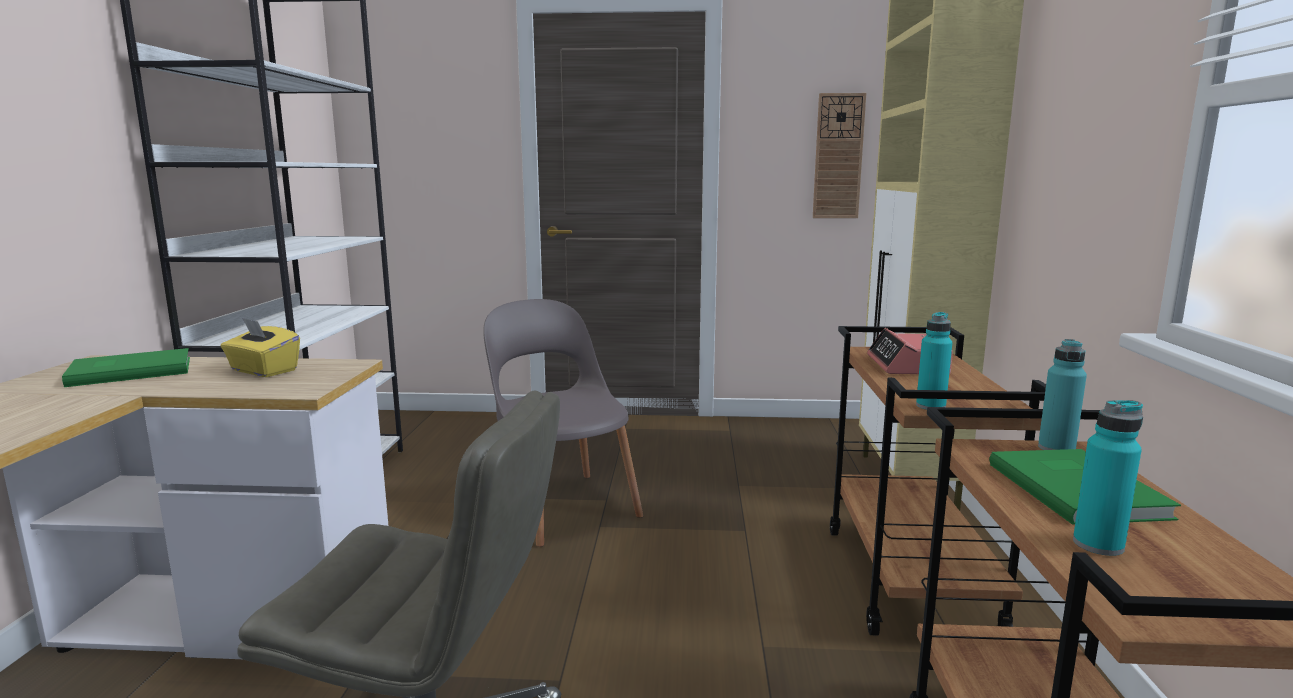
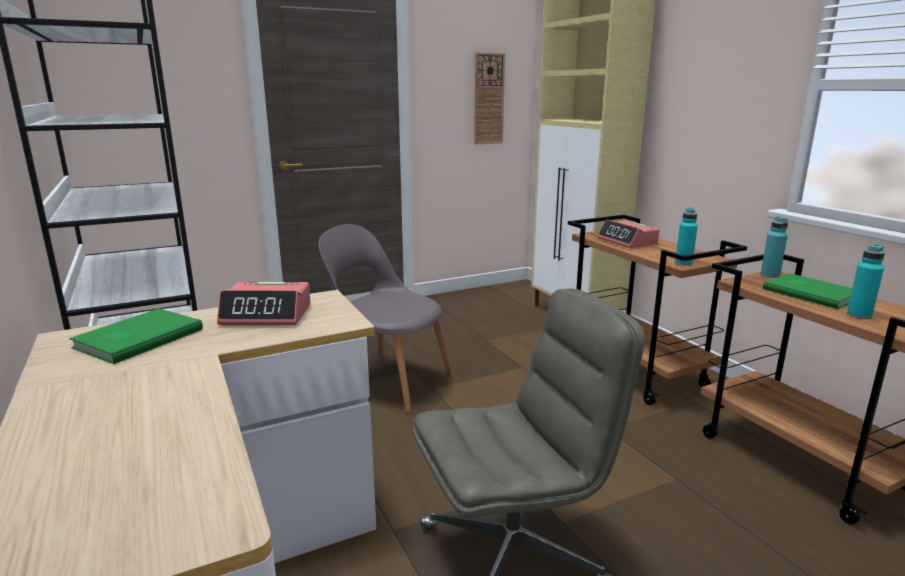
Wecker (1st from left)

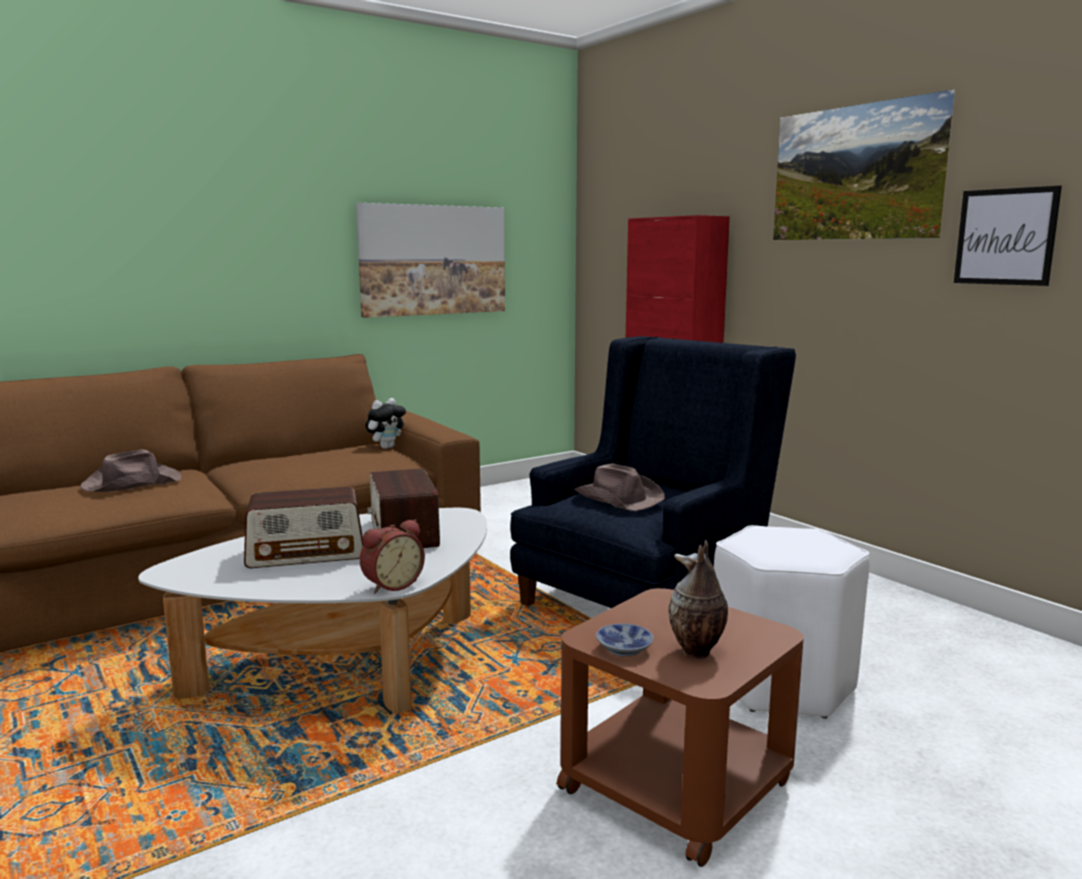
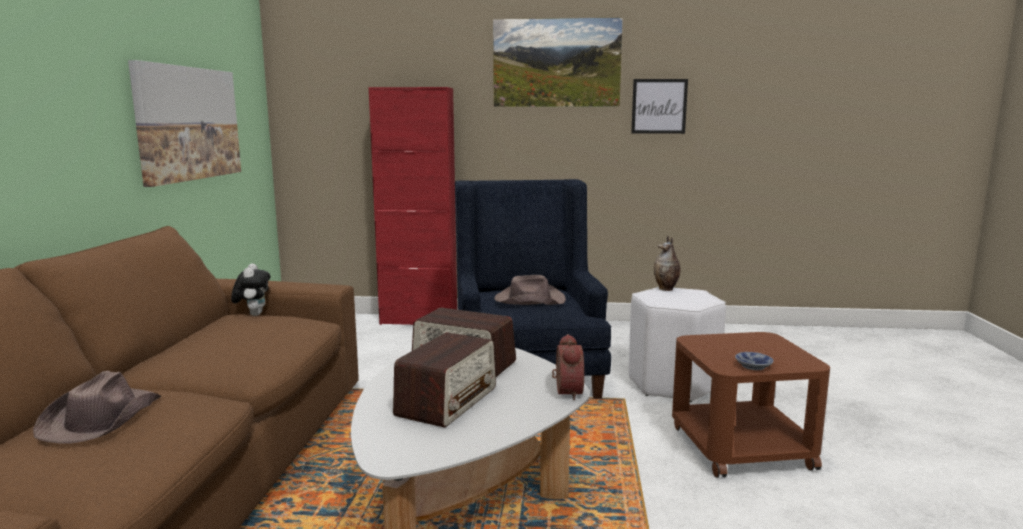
Vase

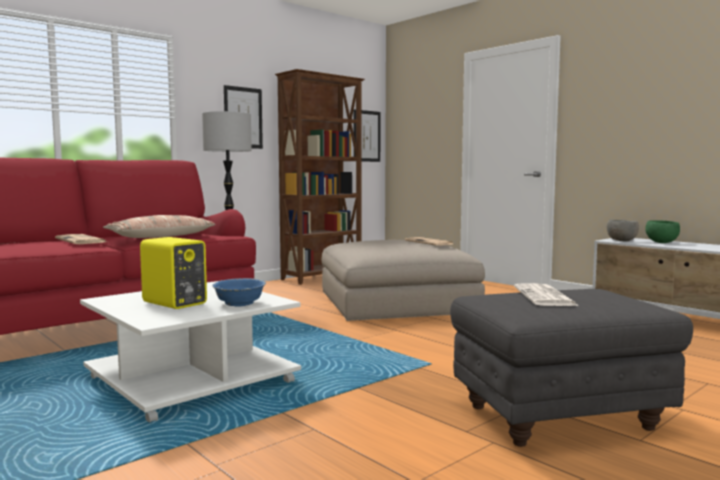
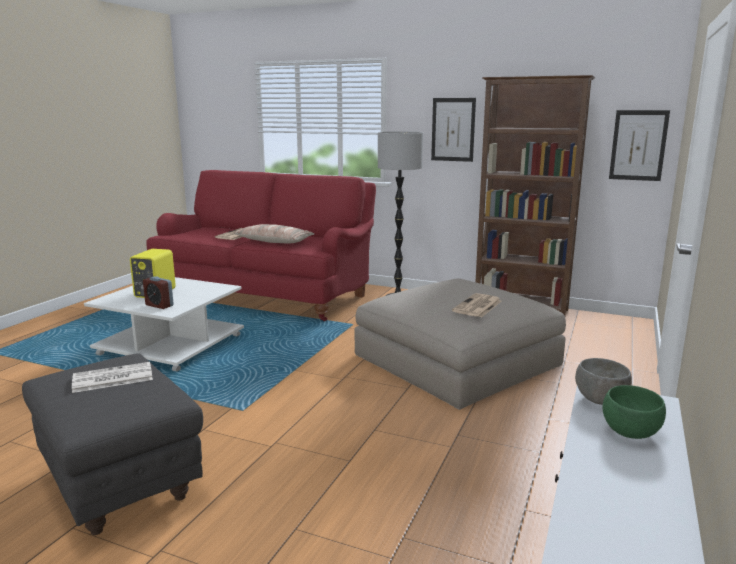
Wecker

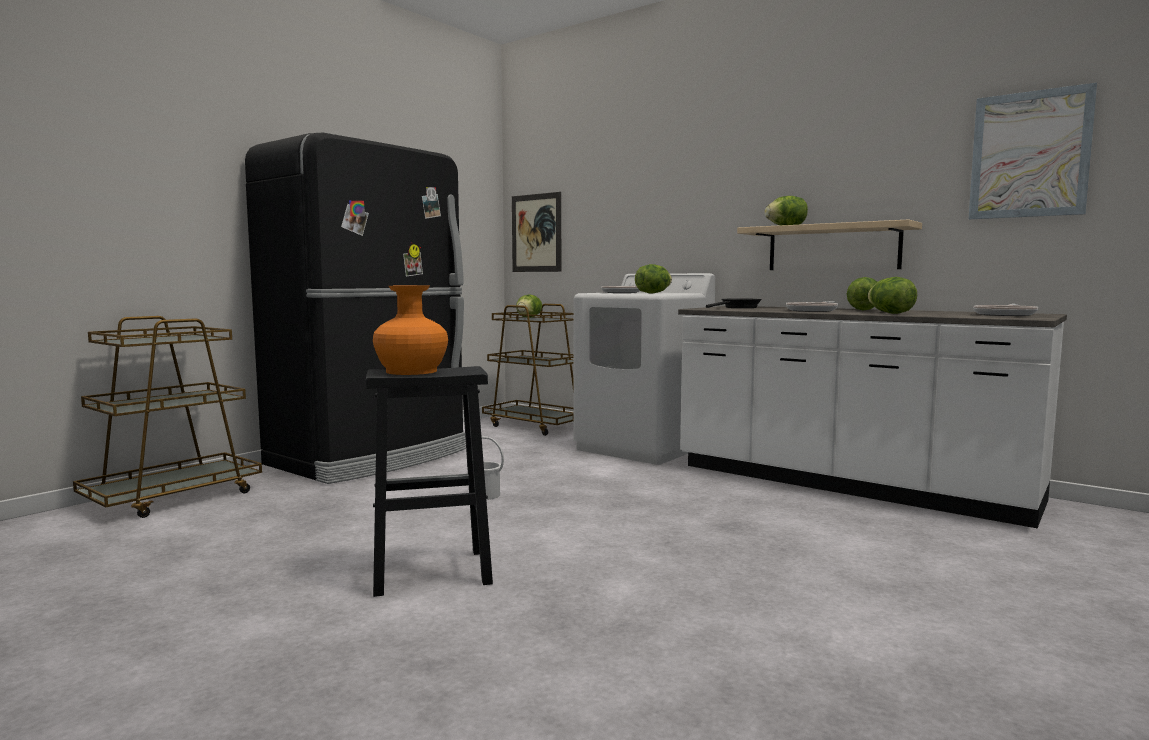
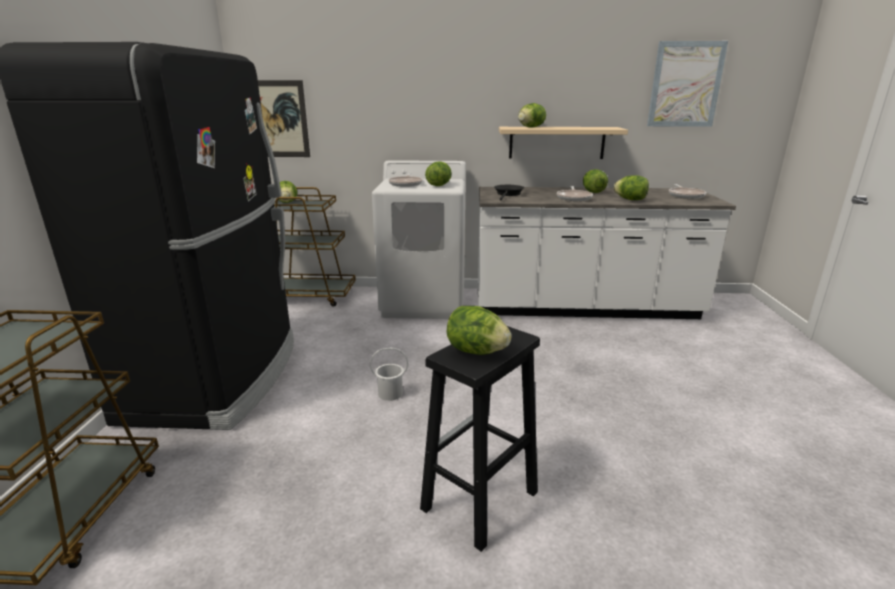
Salatkopf (3rd from left)

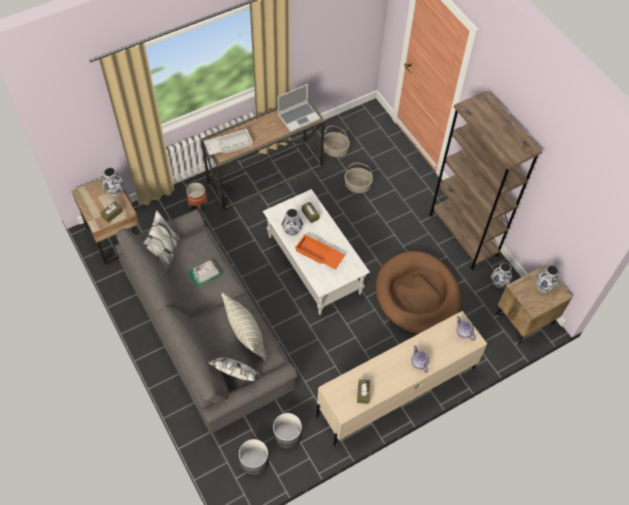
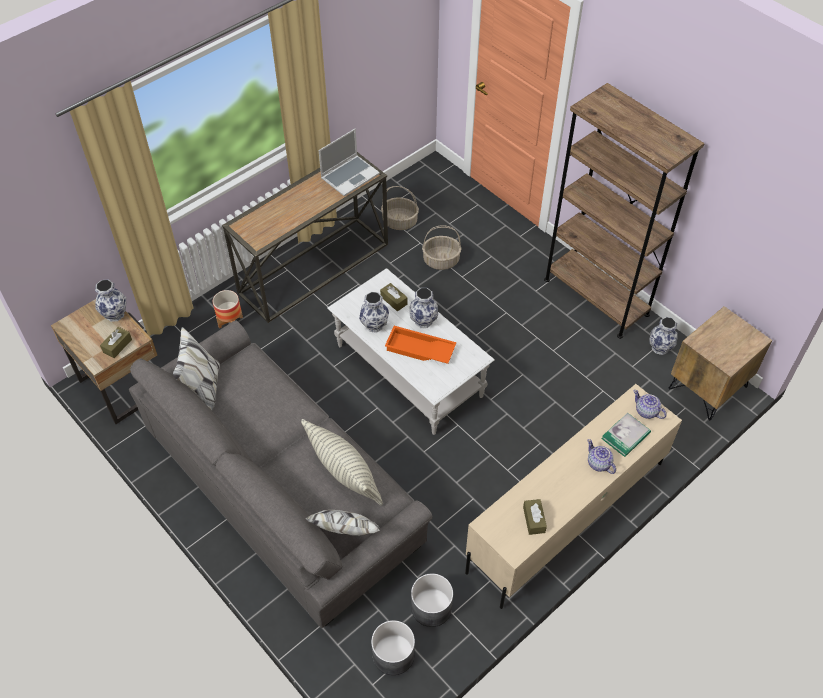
Tablett (weiß)
Hundebett (braun)
Buch
Vase (3rd from left)

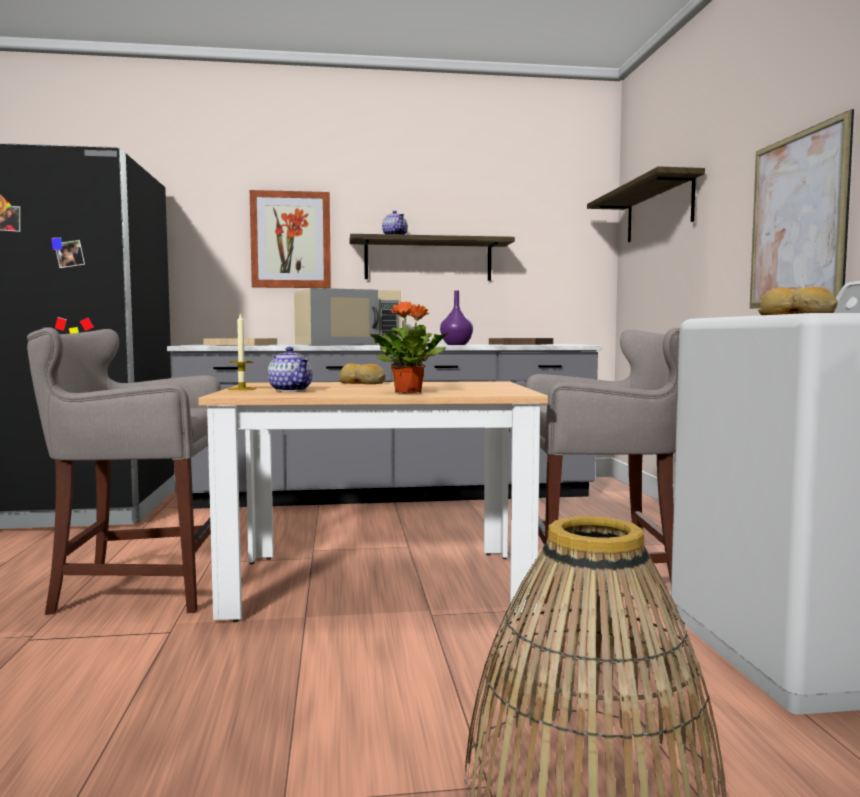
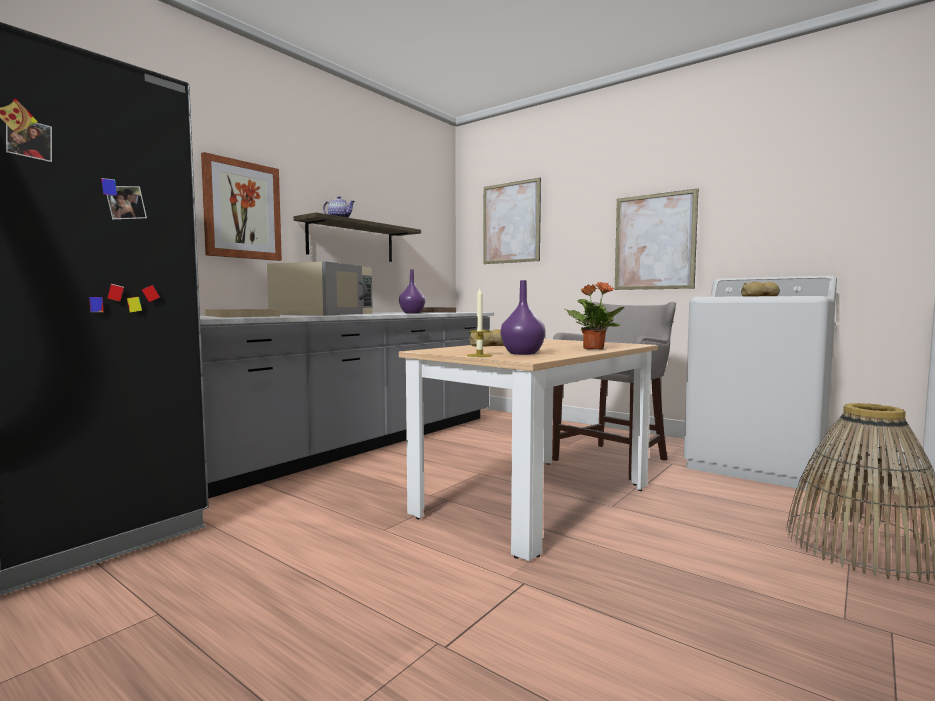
Hocker (grau) (1st from left in the first image)
Vase (lila) (2nd from left)
Bild (2nd from left)

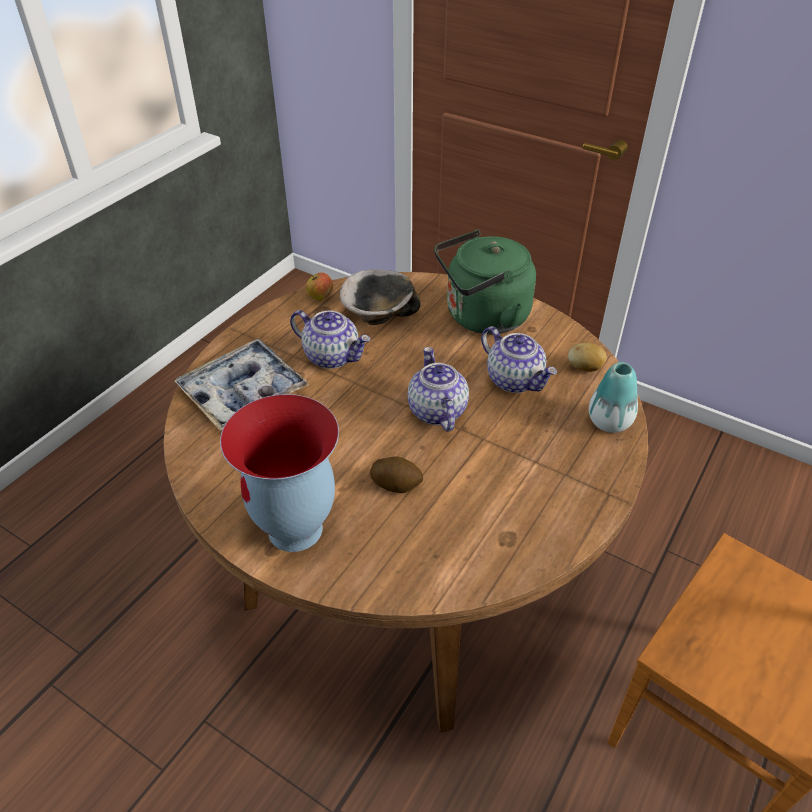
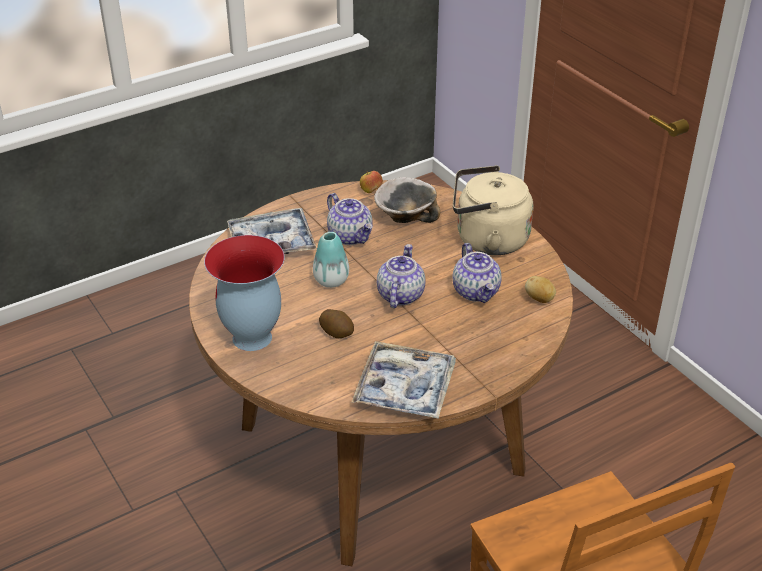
Tablett (2nd from left)
Vase (2nd from left)
Wasserkessel (beige)

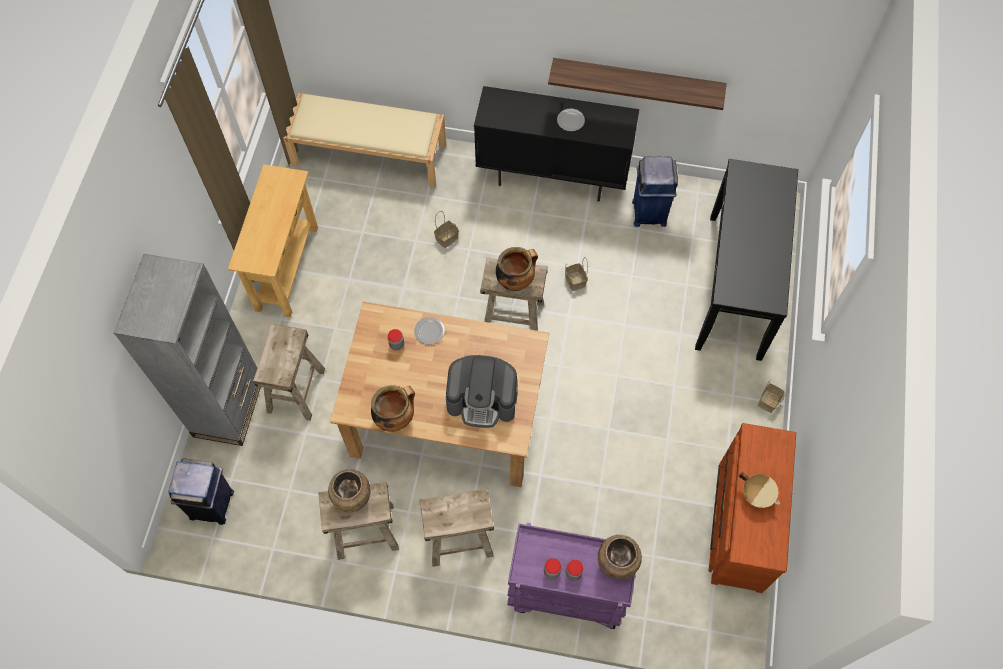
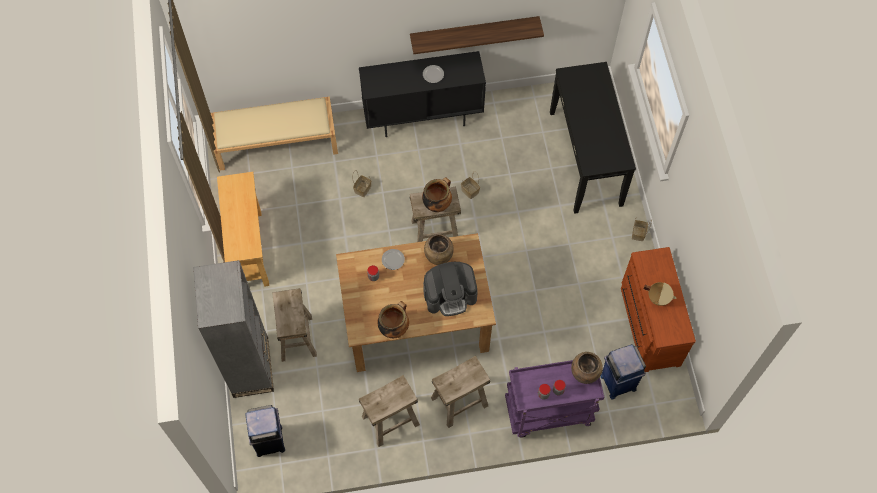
Vase (braun) (1st from left)
Mülleimer (blau) (2nd from left)

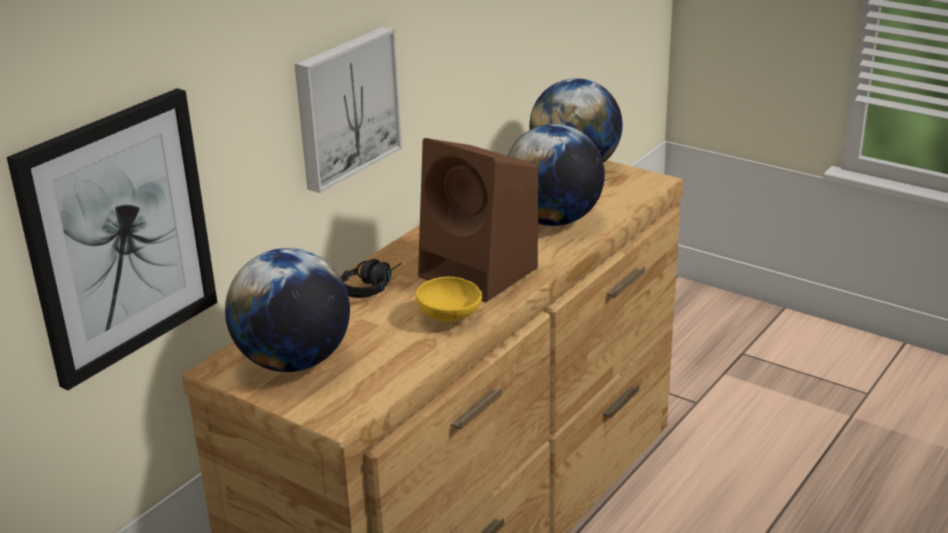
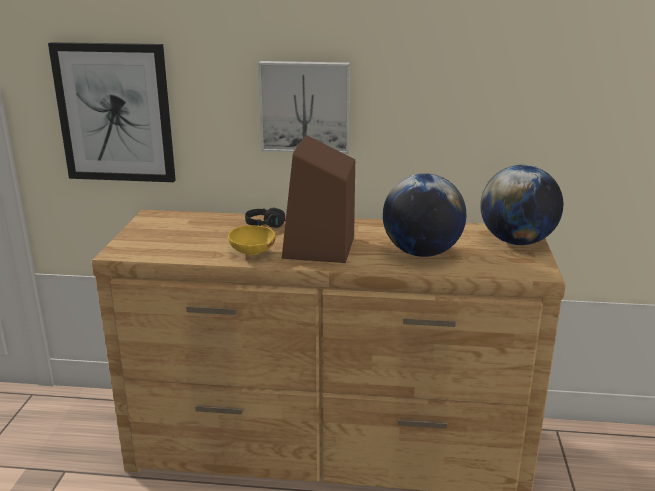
Globus (1st from left in the first image)

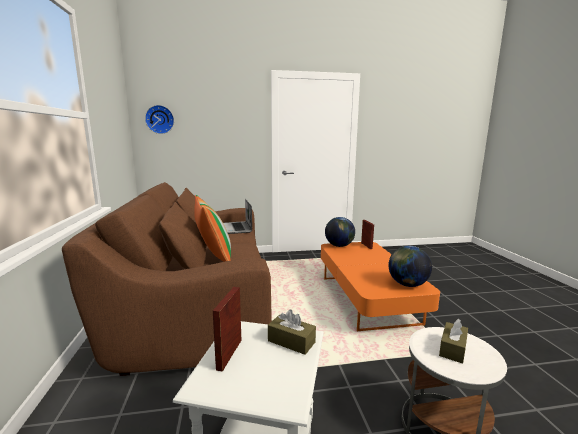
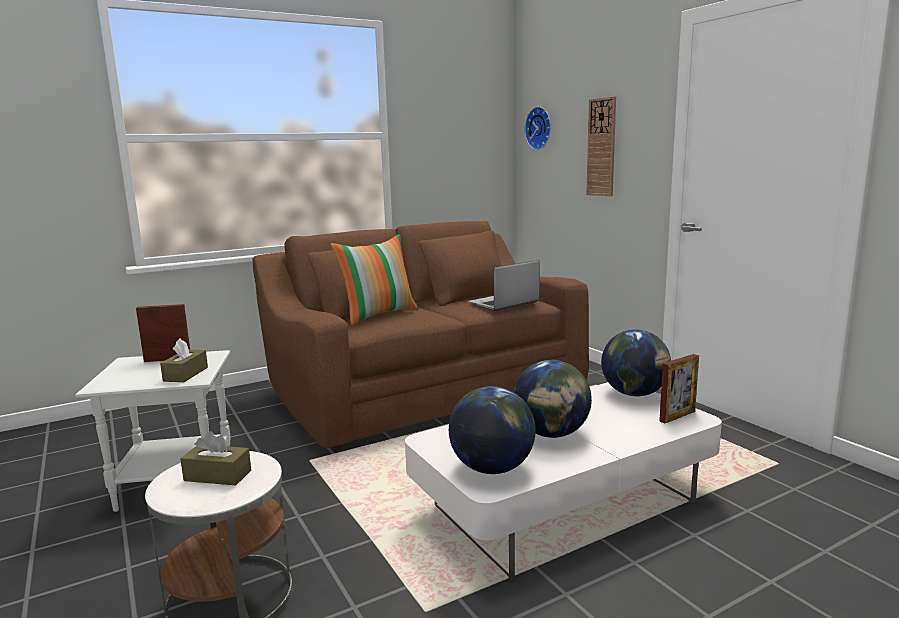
Globus (2nd from left)
Wanduhr (2nd from left)
Couchtisch (weiß)

